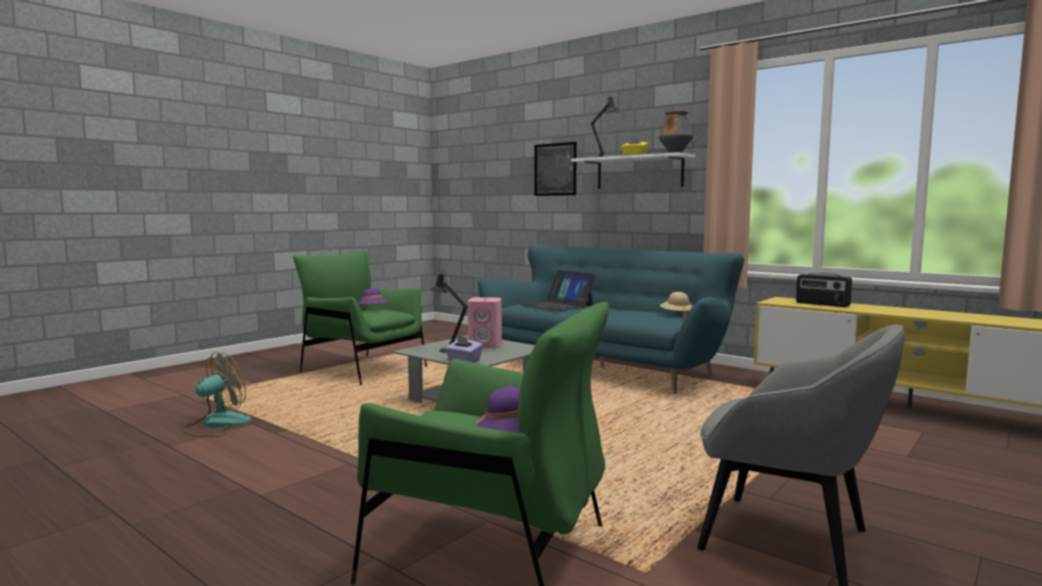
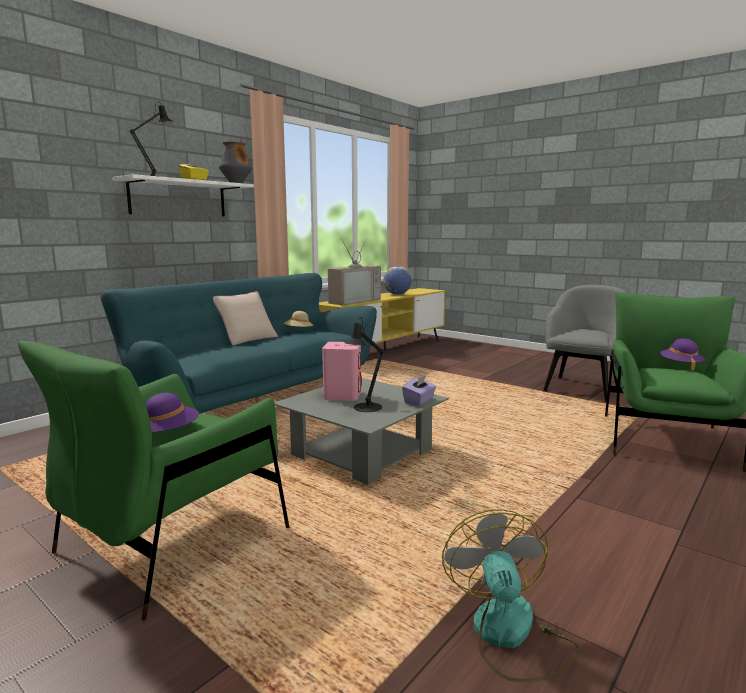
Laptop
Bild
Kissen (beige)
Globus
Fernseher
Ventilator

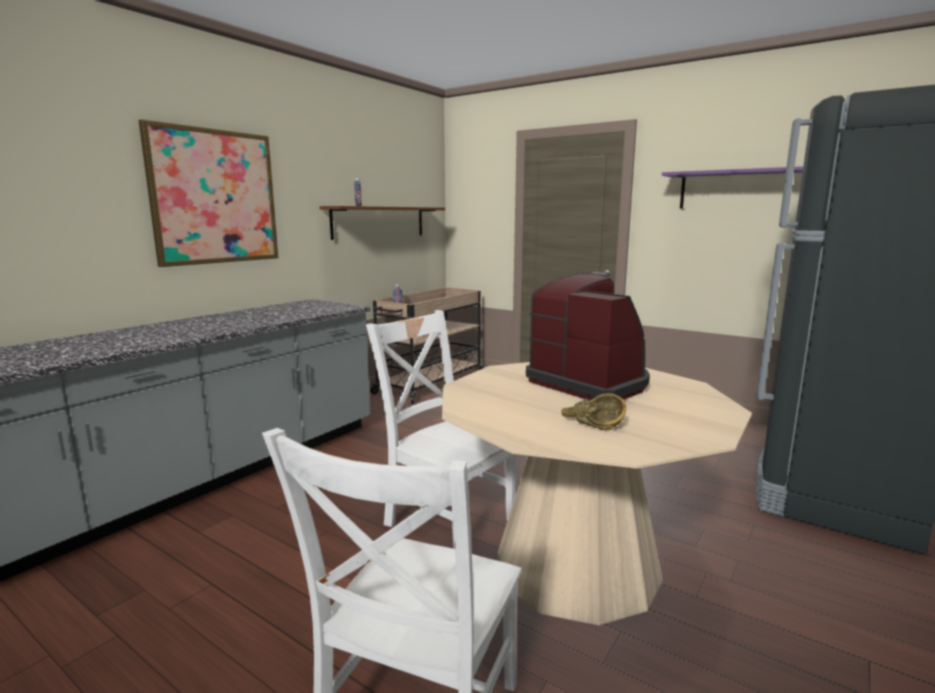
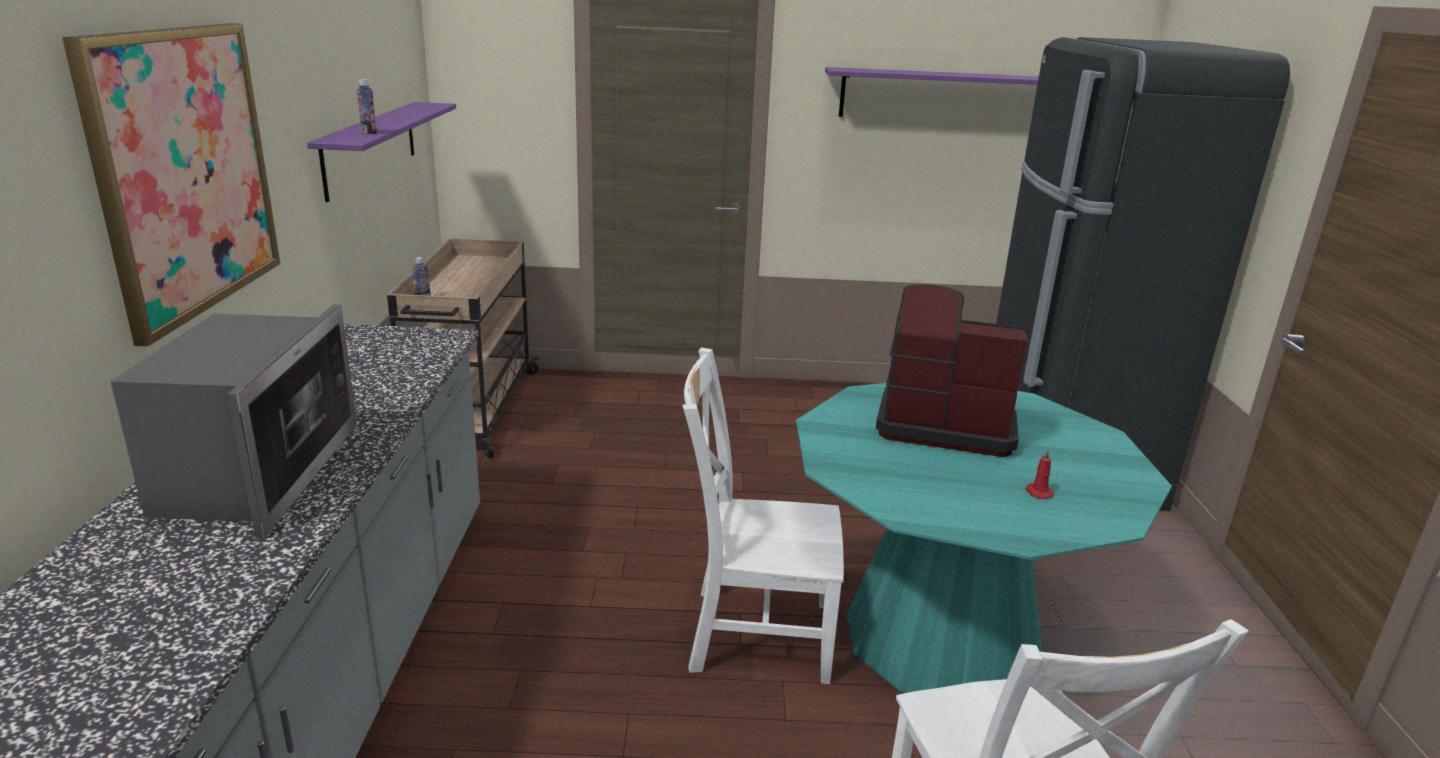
Mikrowelle
Kerze (rot)
Wandregal (lila) (1st from left)
Esstisch (türkis)

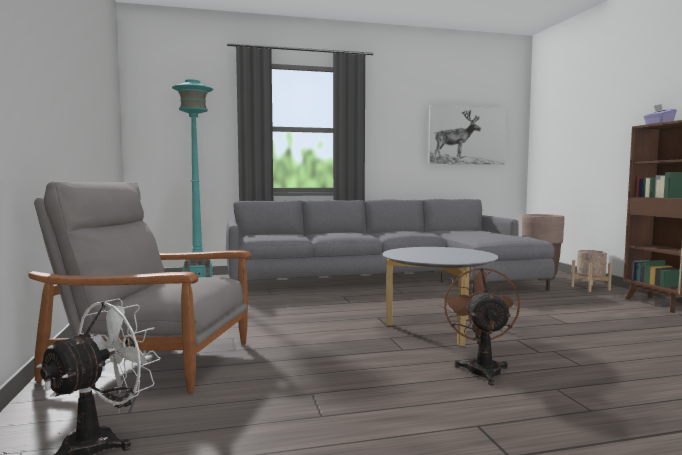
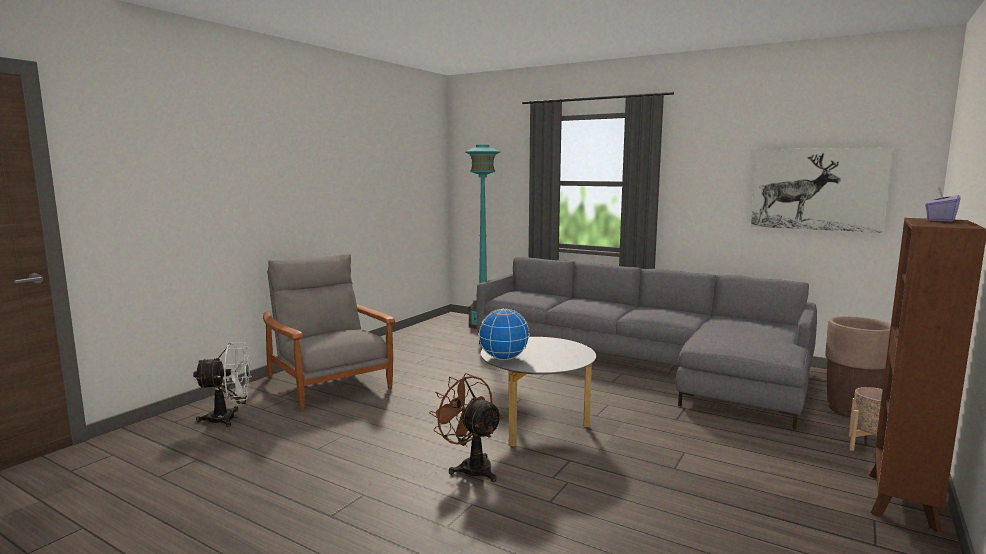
Globus
Ventilator (braun)

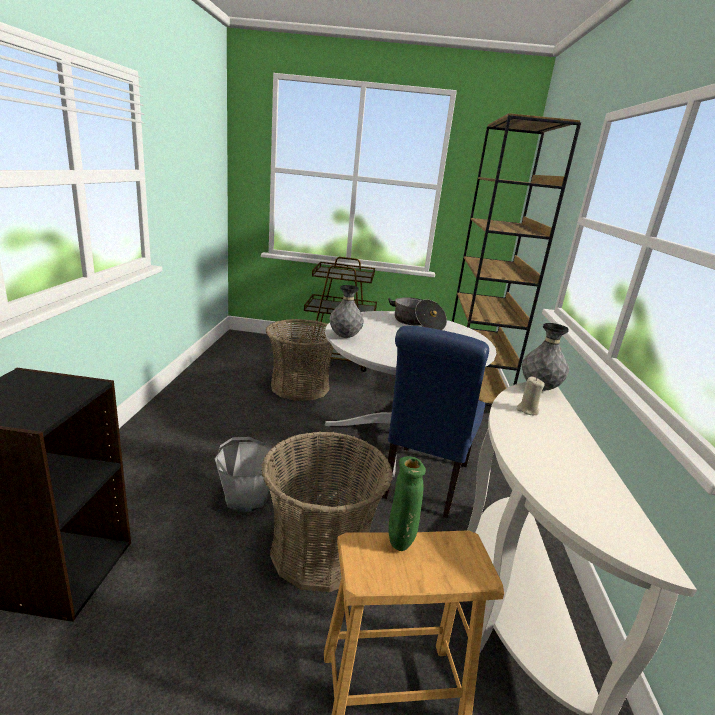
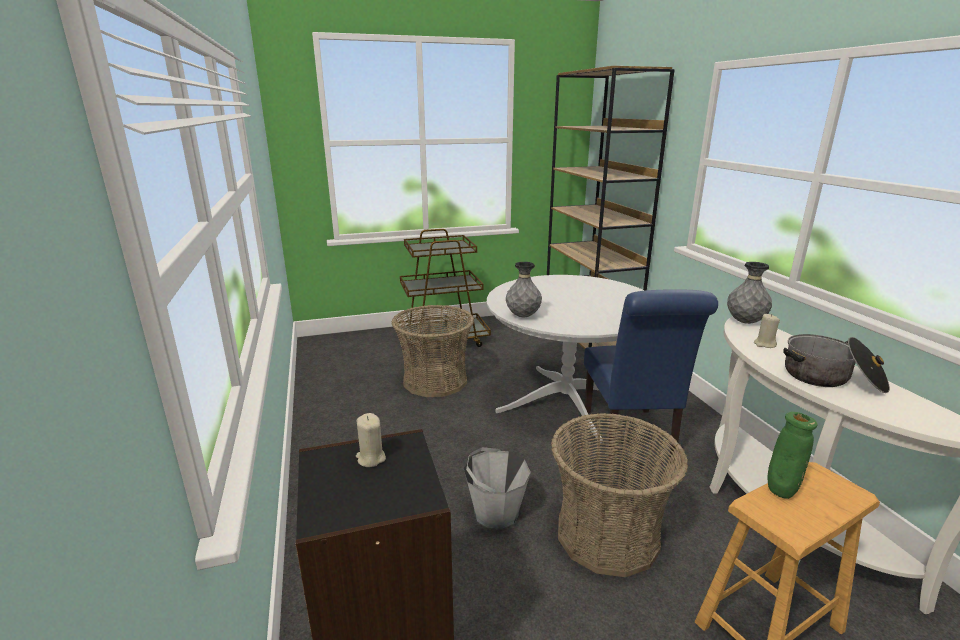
Kerze (beige) (1st from left)
Kochtopf

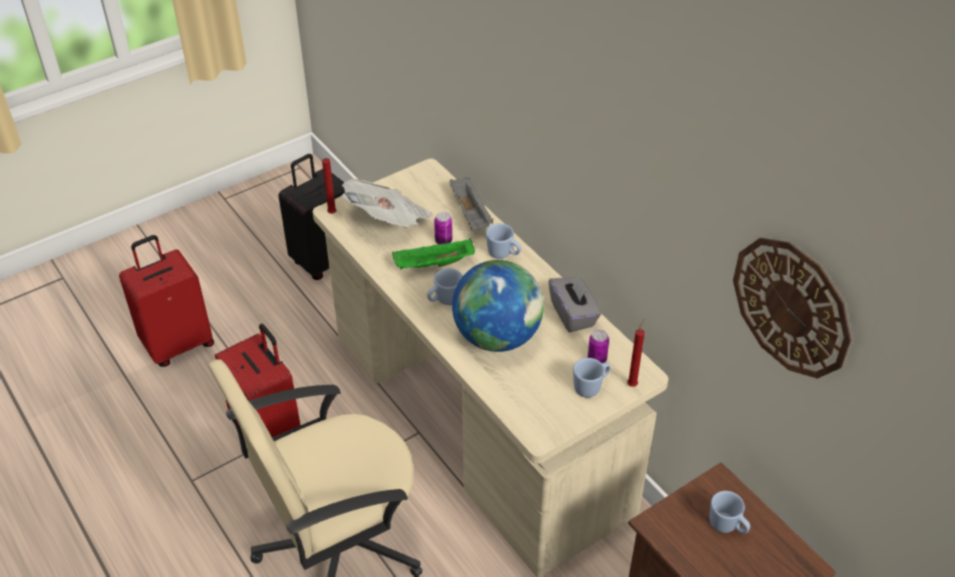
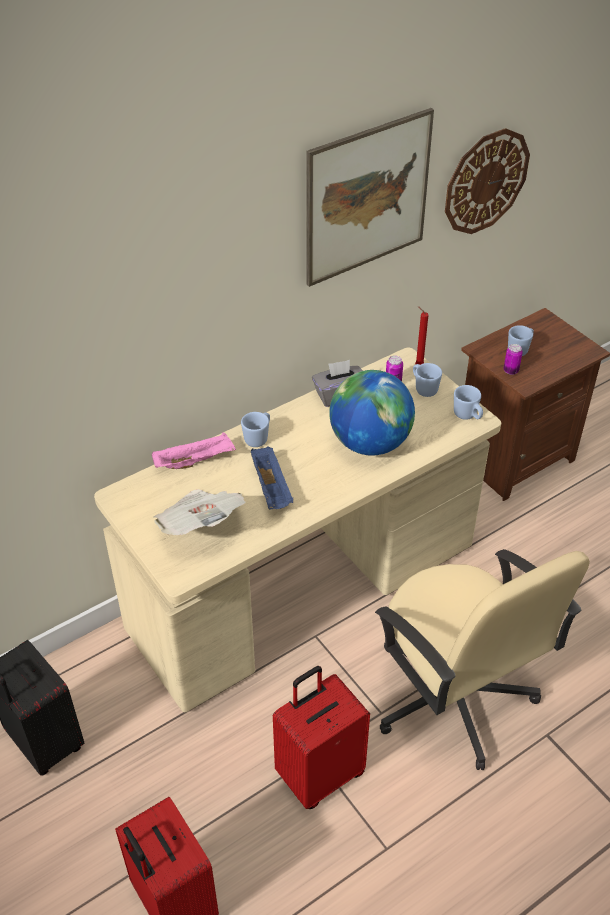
Kerze (rot) (1st from left in the first image)
Bild
Henkelbecher (blau) (3rd from left)
Dose (2nd from left)
Tablett (blau)
Tablett (rosa)

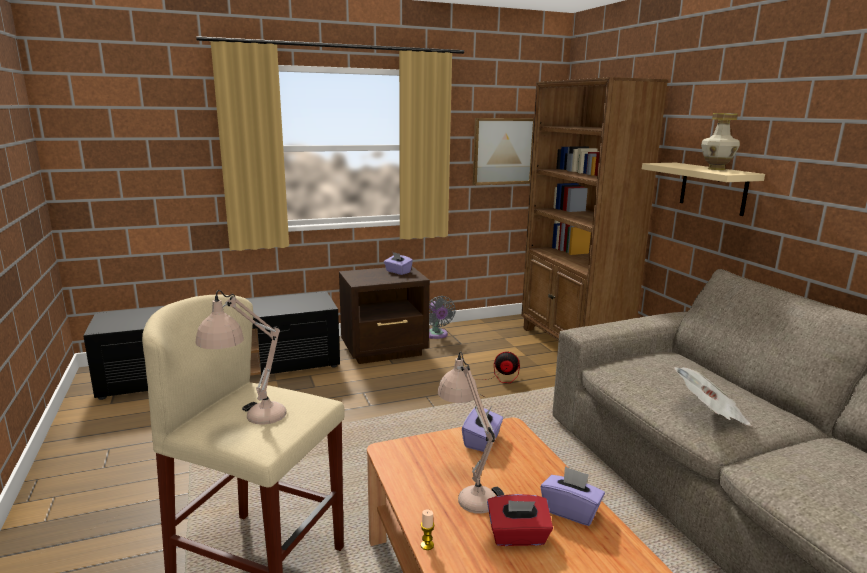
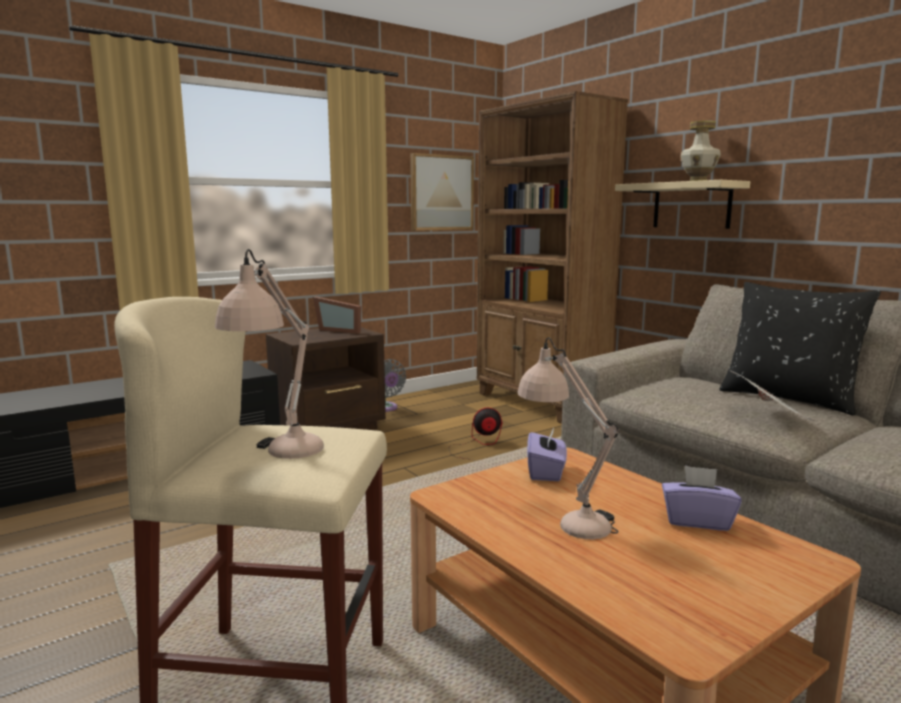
Kerze
Taschentuchbox (rot)
Kissen (schwarz)
Bilderrahmen

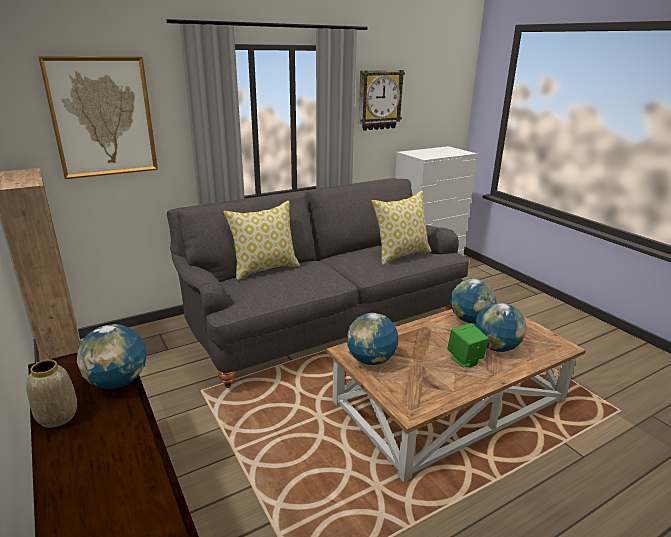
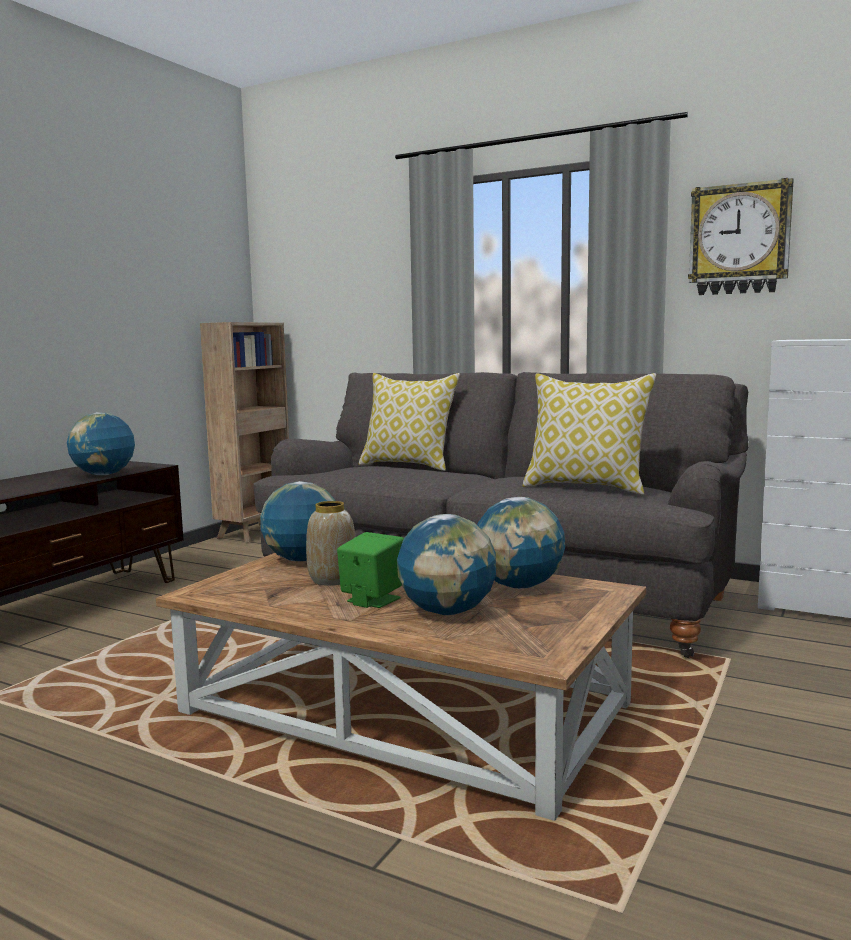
Bild
Vase

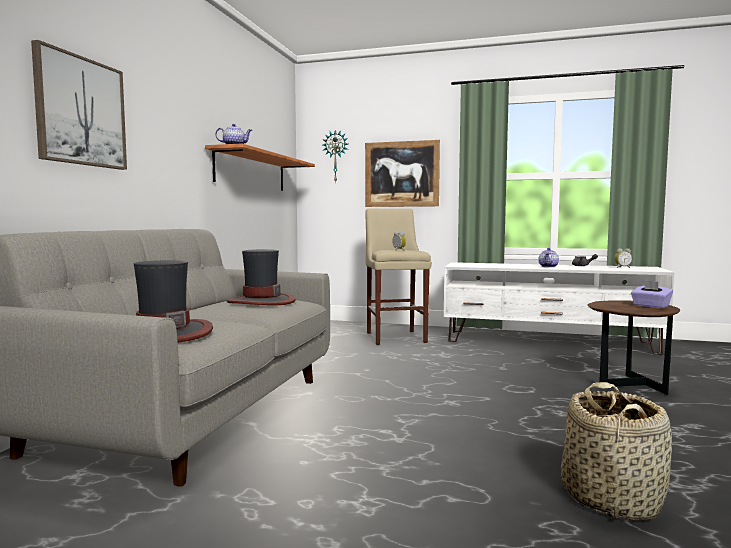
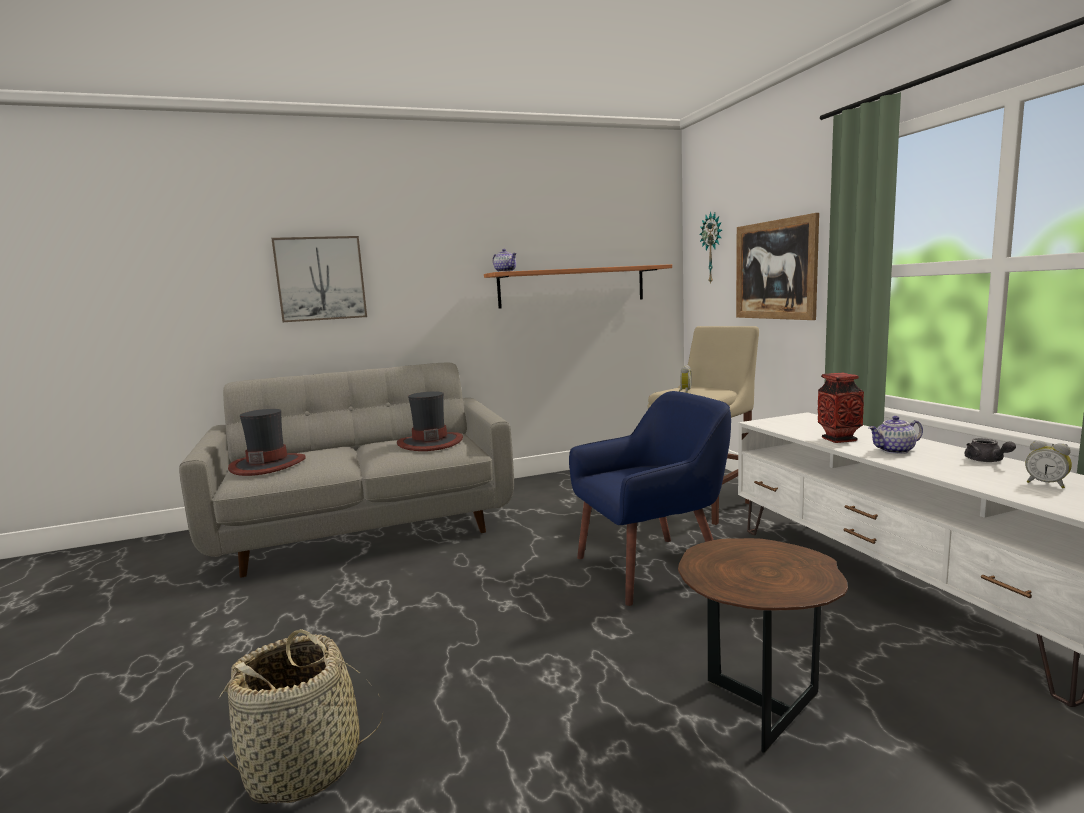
Taschentuchbox (lila)
Sessel (blau)
Vase

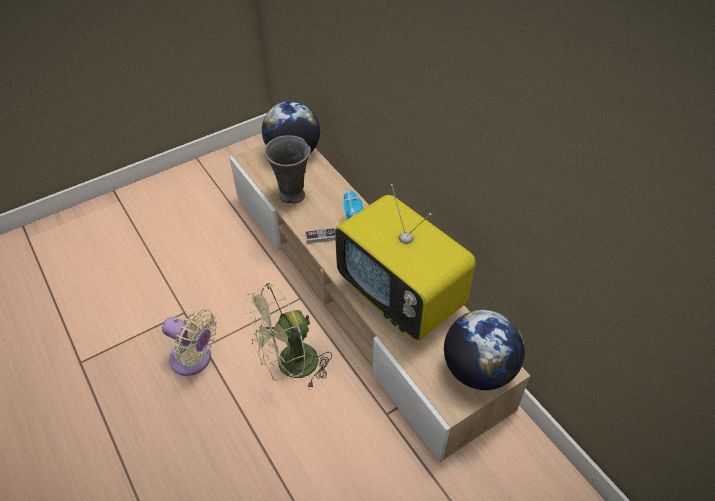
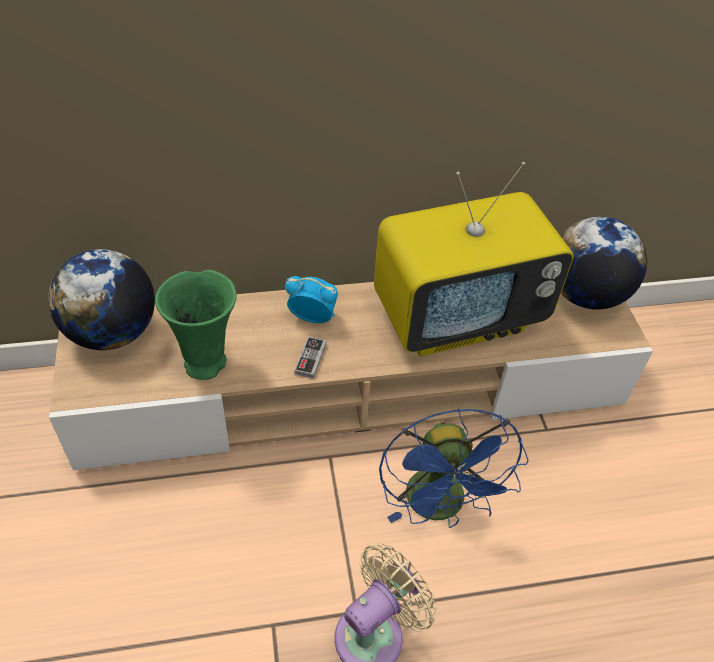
Ventilator (blau)
Vase (grün)

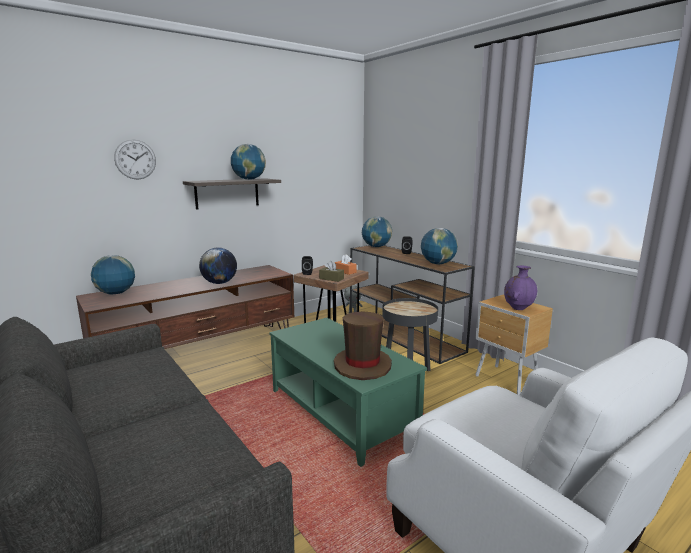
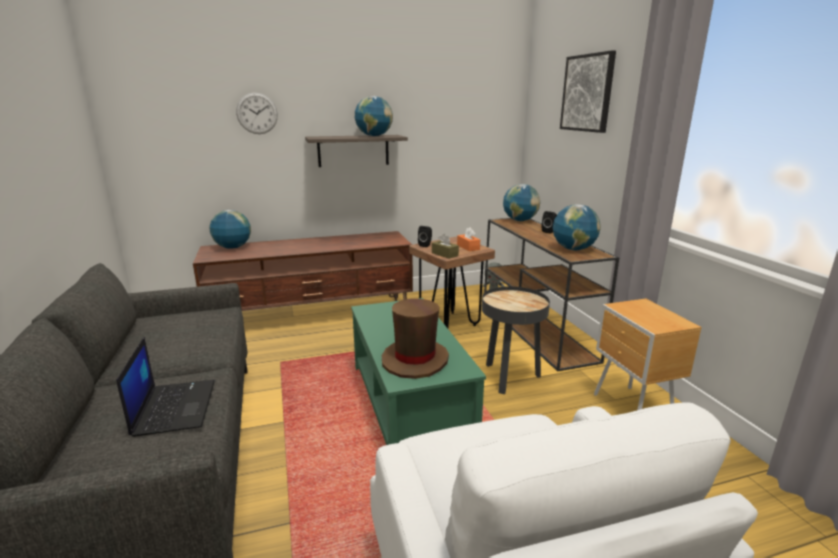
Globus (2nd from left in the first image)
Vase (lila)
Laptop
Bild

